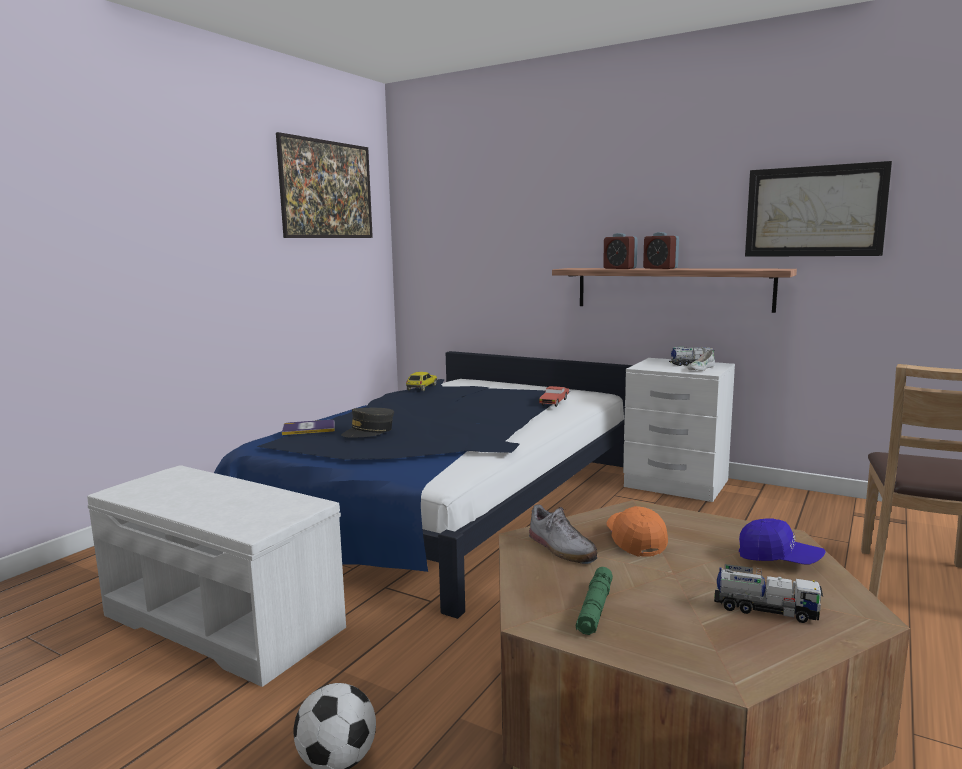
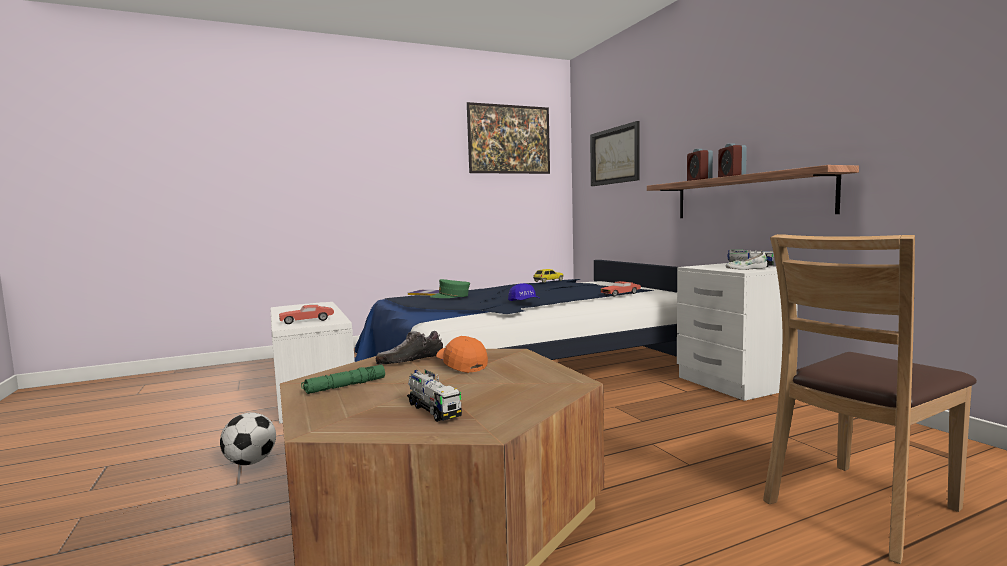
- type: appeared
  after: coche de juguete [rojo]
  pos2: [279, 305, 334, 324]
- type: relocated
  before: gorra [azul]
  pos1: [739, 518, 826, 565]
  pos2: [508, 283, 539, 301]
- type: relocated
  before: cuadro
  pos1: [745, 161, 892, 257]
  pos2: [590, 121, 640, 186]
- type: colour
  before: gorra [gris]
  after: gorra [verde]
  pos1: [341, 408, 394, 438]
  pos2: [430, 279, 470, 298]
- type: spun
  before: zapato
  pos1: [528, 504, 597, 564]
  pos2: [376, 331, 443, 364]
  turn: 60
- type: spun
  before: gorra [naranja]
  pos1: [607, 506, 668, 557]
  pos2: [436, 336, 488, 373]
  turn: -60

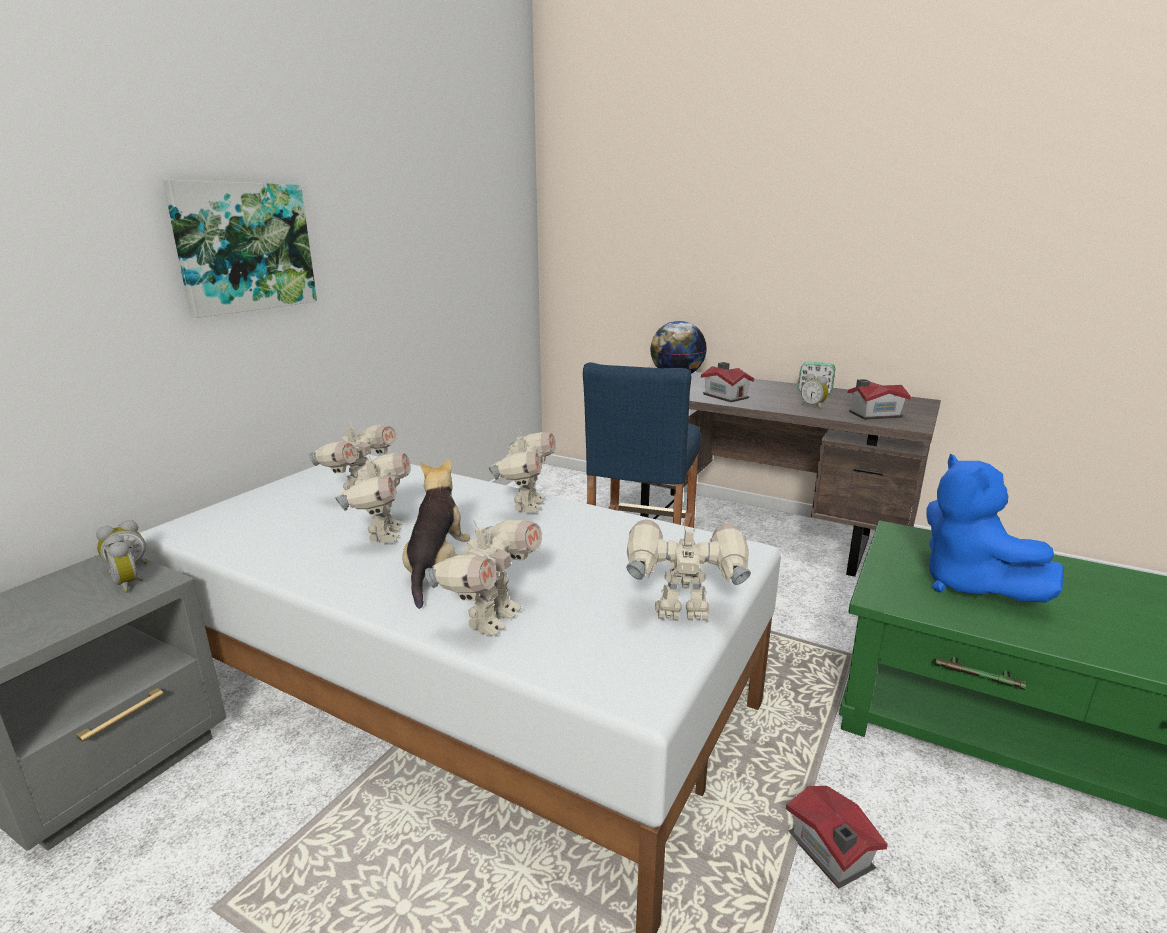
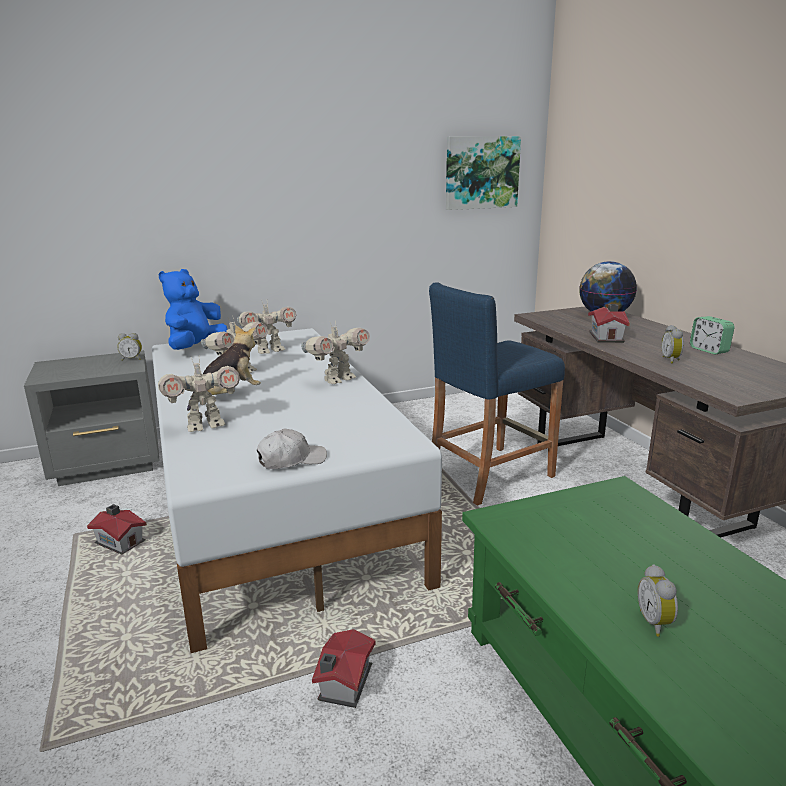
- type: relocated
  before: despertador
  pos1: [104, 535, 143, 593]
  pos2: [638, 564, 678, 637]
- type: relocated
  before: cuadro
  pos1: [163, 180, 317, 318]
  pos2: [446, 136, 521, 210]
- type: relocated
  before: casita
  pos1: [848, 379, 911, 420]
  pos2: [87, 504, 147, 555]
- type: relocated
  before: peluche [azul]
  pos1: [926, 454, 1064, 603]
  pos2: [159, 269, 228, 350]
- type: exchanged
  before: robot de juguete
  after: gorra [blanco]
  pos1: [626, 519, 751, 621]
  pos2: [257, 428, 327, 469]

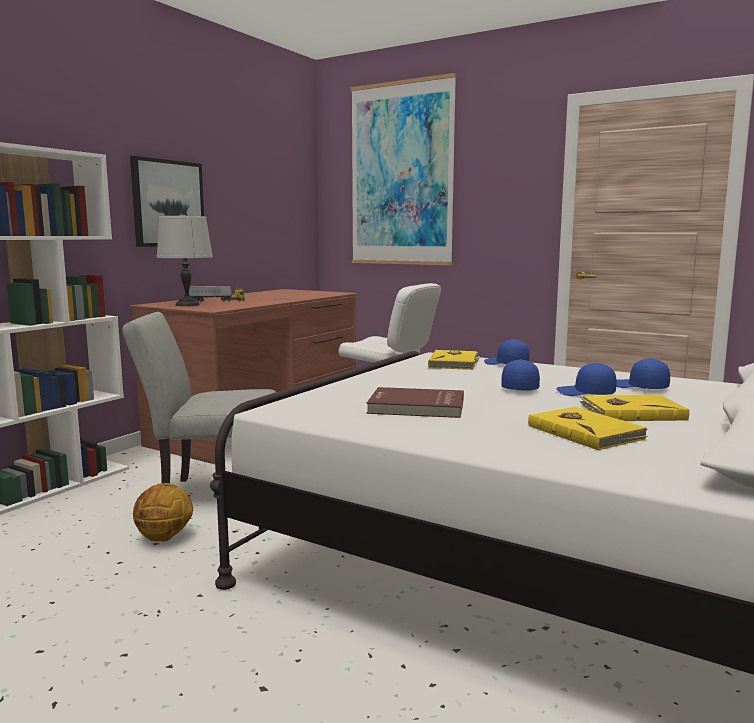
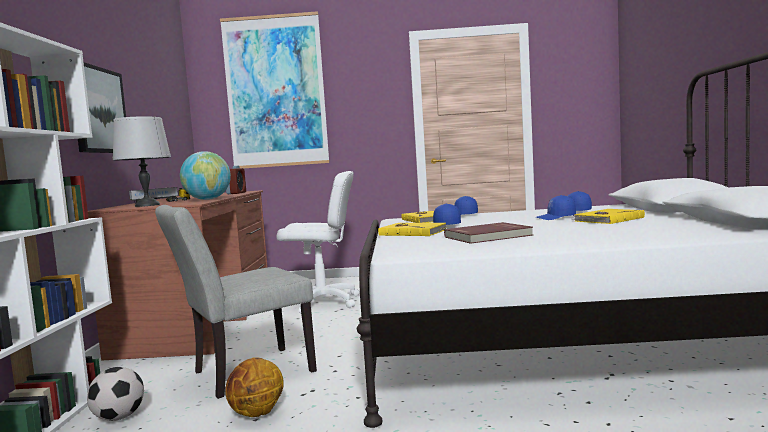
- type: appeared
  after: balón de fútbol
  pos2: [87, 367, 144, 421]
- type: appeared
  after: globo terráqueo
  pos2: [180, 151, 231, 200]
- type: appeared
  after: despertador
  pos2: [226, 166, 246, 194]
- type: relocated
  before: gorra [azul]
  pos1: [501, 359, 540, 390]
  pos2: [433, 203, 461, 225]
- type: relocated
  before: libro [amarillo]
  pos1: [528, 407, 648, 451]
  pos2: [378, 223, 446, 236]

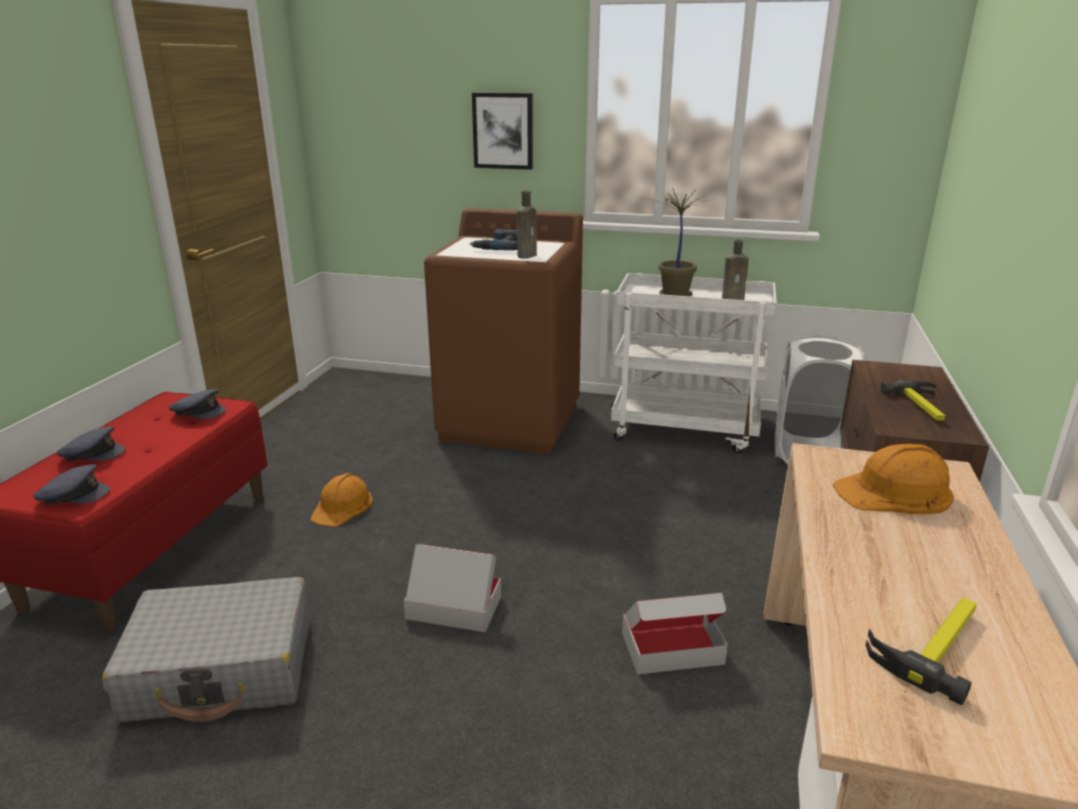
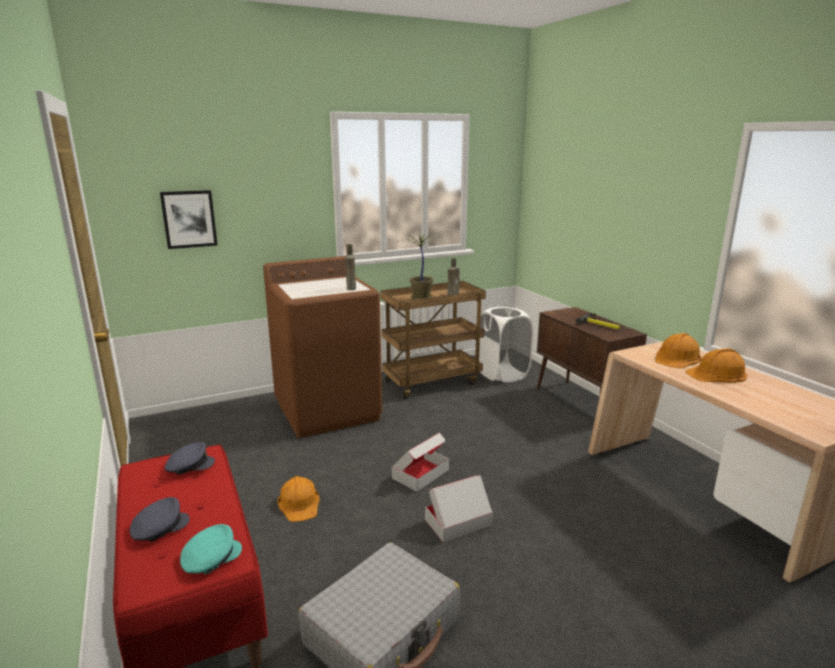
- type: missing
  before: taladro
  pos1: [469, 229, 517, 250]
- type: missing
  before: martillo
  pos1: [866, 598, 977, 705]
- type: appeared
  after: casco [naranja]
  pos2: [685, 348, 747, 383]
- type: relocated
  before: cuadro
  pos1: [472, 93, 533, 170]
  pos2: [160, 190, 218, 249]
- type: relocated
  before: caja de cartón
  pos1: [622, 593, 728, 674]
  pos2: [392, 433, 449, 491]
- type: colour
  before: gorra [gris]
  after: gorra [turquesa]
  pos1: [33, 464, 110, 505]
  pos2: [180, 524, 242, 574]
- type: colour
  before: carrito [blanco]
  after: carrito [marrón]
  pos1: [611, 273, 777, 454]
  pos2: [381, 281, 486, 400]

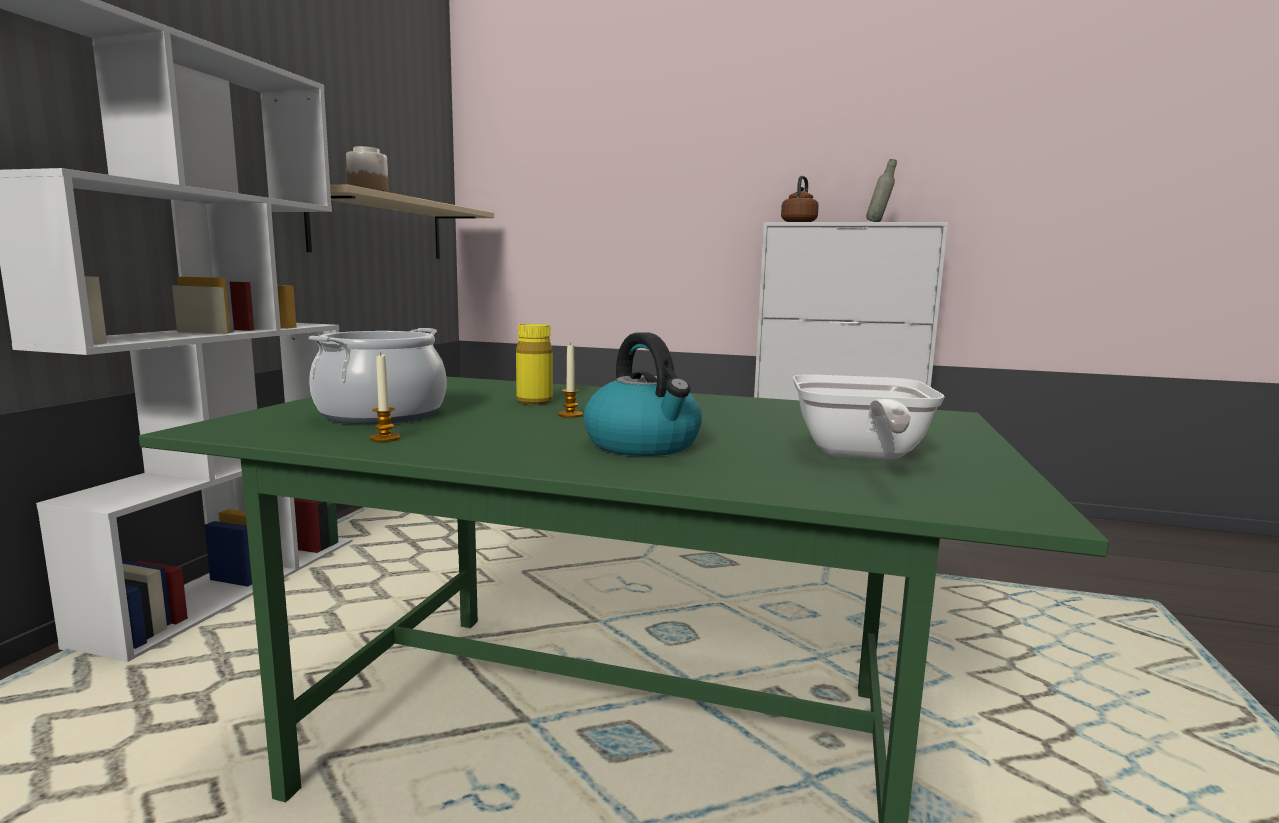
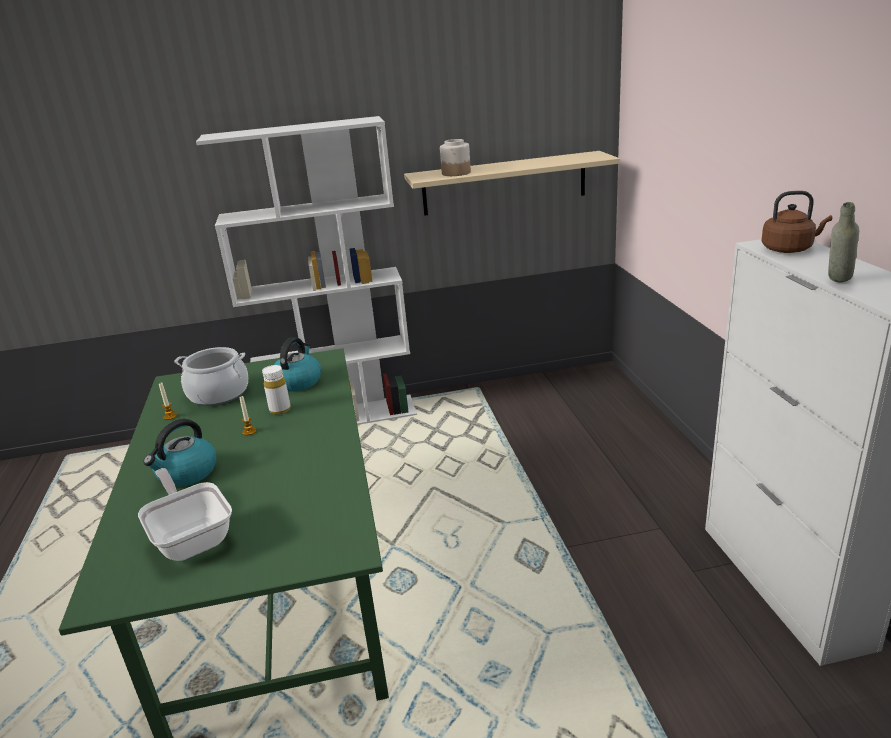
- type: appeared
  after: hervidor
  pos2: [274, 337, 321, 391]
- type: colour
  before: botella [amarillo]
  after: botella [blanco]
  pos1: [516, 324, 553, 405]
  pos2: [262, 365, 291, 415]
- type: spun
  before: sartén
  pos1: [793, 374, 945, 460]
  pos2: [138, 468, 232, 561]
  turn: 75

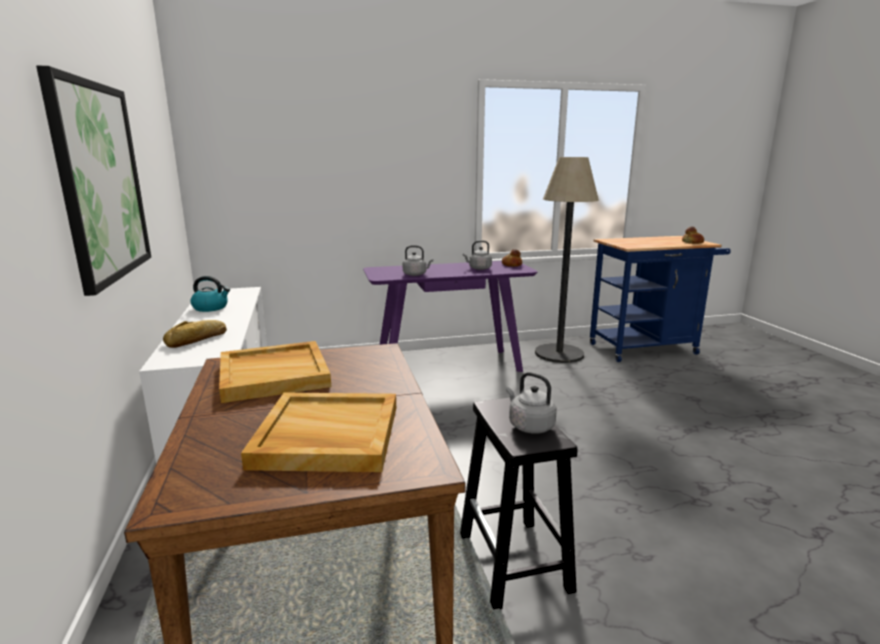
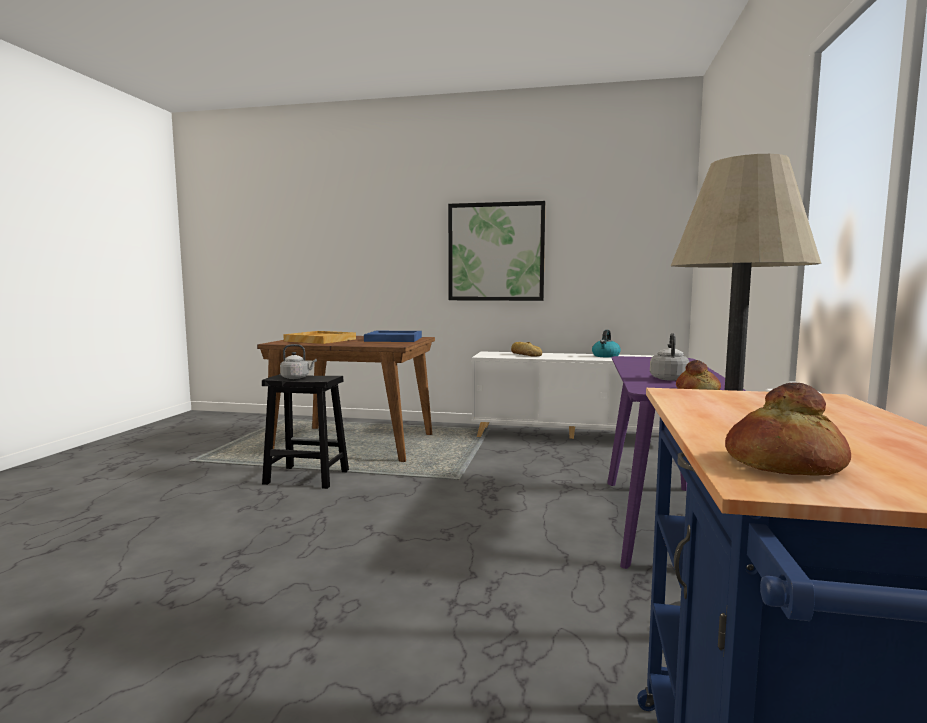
- type: missing
  before: hervidor [gris]
  pos1: [403, 245, 433, 276]
- type: colour
  before: bandeja [beis]
  after: bandeja [azul]
  pos1: [219, 341, 331, 403]
  pos2: [364, 331, 422, 342]

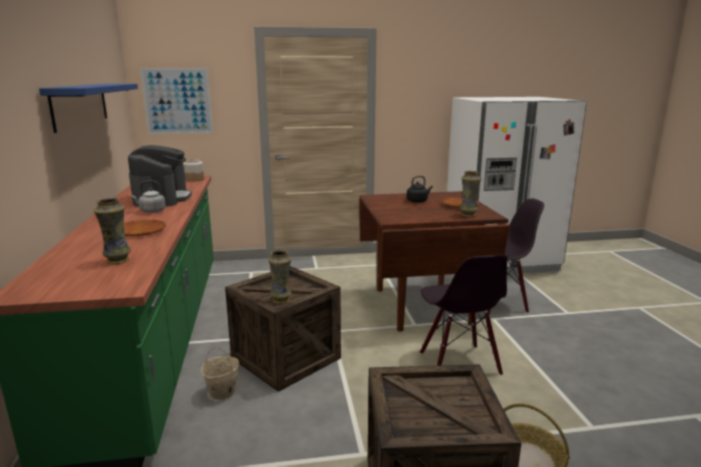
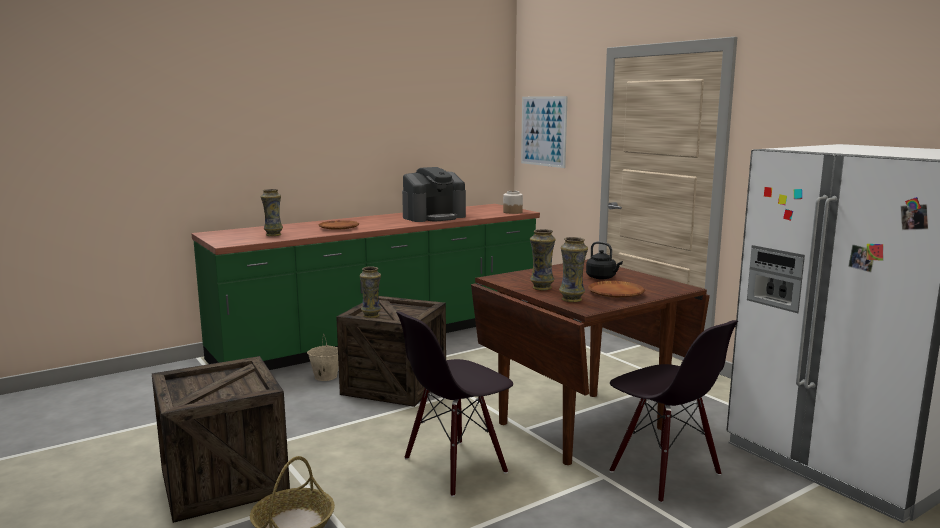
- type: missing
  before: estante [azul]
  pos1: [39, 84, 138, 133]
- type: missing
  before: hervidor [gris]
  pos1: [131, 181, 166, 213]
- type: appeared
  after: florero
  pos2: [530, 229, 556, 290]

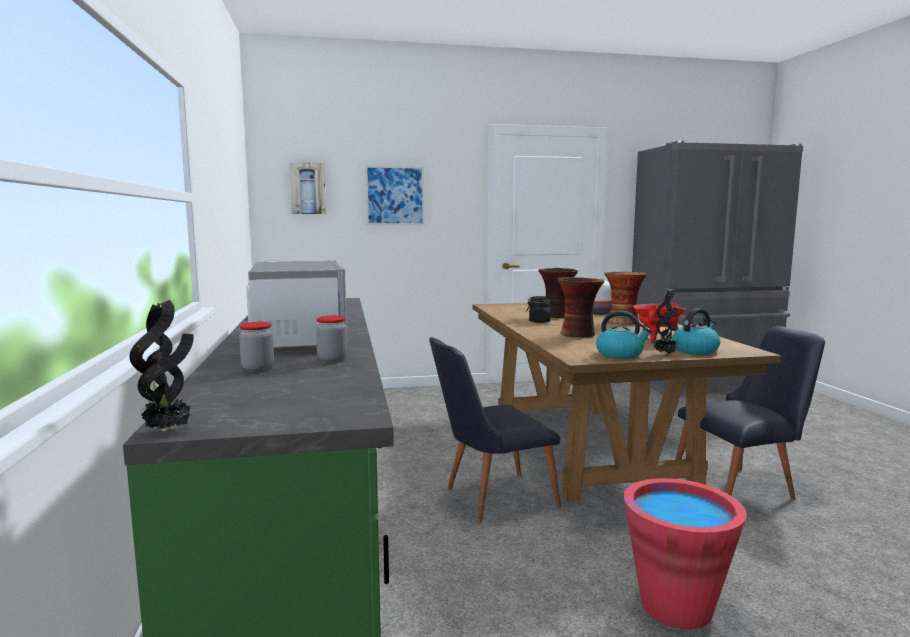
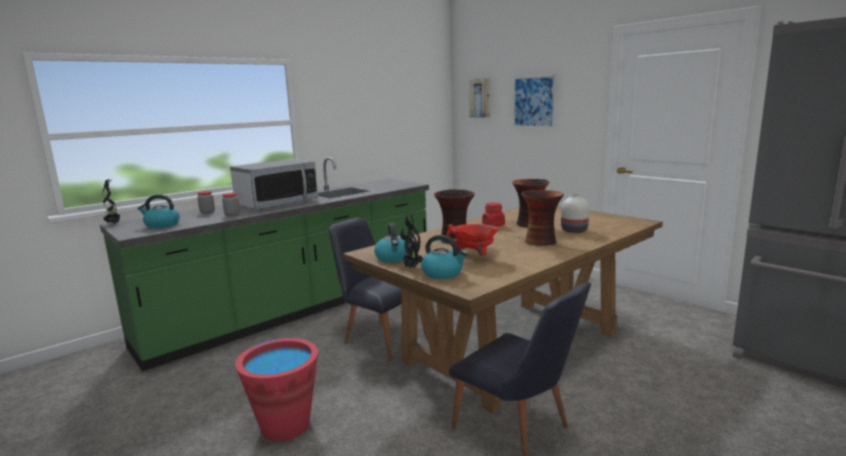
- type: appeared
  after: hervidor
  pos2: [138, 194, 180, 228]
- type: colour
  before: tarro [negro]
  after: tarro [rojo]
  pos1: [526, 296, 554, 323]
  pos2: [482, 202, 505, 227]

